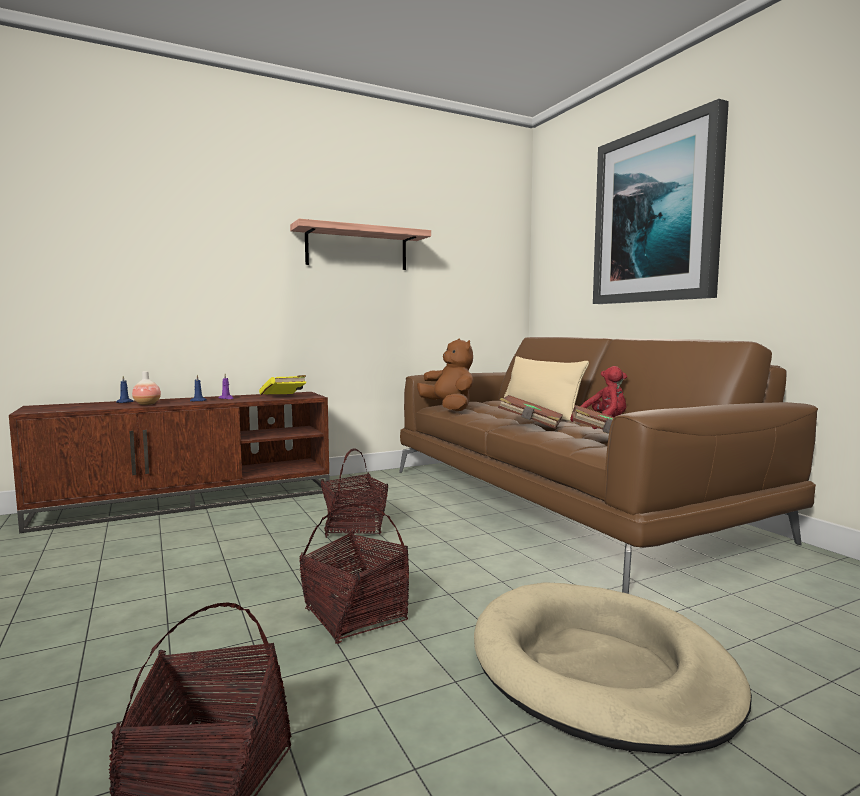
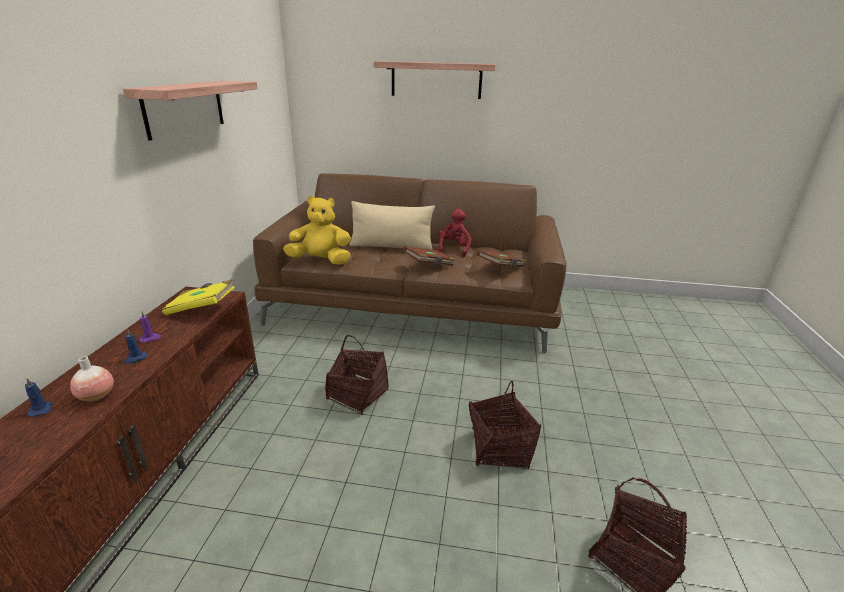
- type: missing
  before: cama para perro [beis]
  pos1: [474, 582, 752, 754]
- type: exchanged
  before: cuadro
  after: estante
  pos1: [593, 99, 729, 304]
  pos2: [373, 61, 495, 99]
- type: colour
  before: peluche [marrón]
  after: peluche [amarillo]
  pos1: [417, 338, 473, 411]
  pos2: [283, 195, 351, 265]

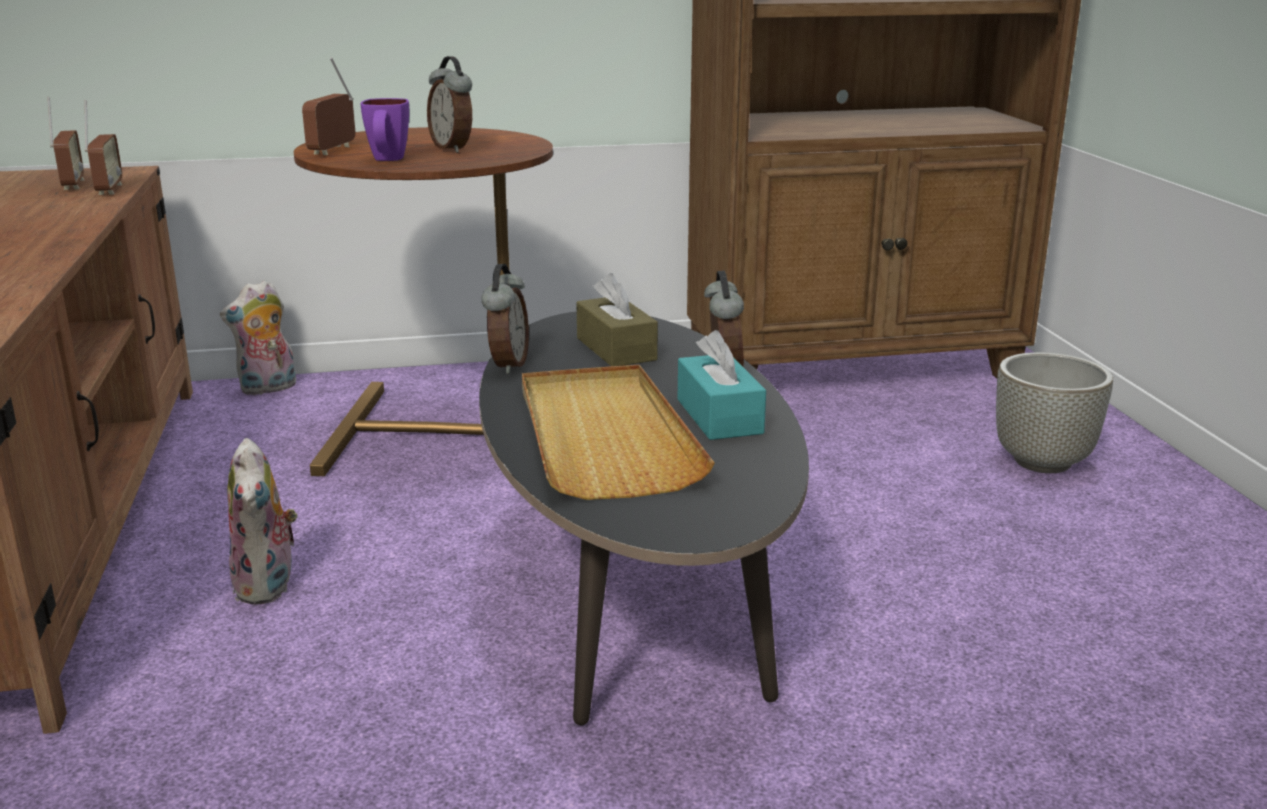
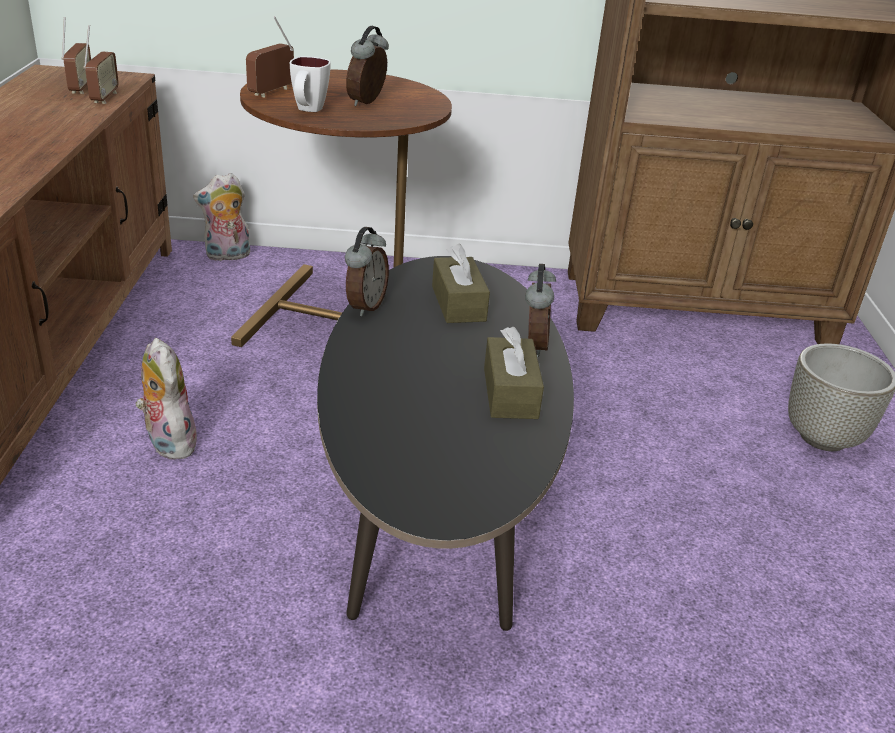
- type: missing
  before: bandeja [beis]
  pos1: [522, 365, 714, 500]
- type: colour
  before: taza grande [morado]
  after: taza grande [blanco]
  pos1: [361, 98, 409, 161]
  pos2: [290, 56, 331, 112]
- type: colour
  before: caja de pañuelos [turquesa]
  after: caja de pañuelos [marrón]
  pos1: [678, 330, 766, 440]
  pos2: [484, 326, 544, 419]
- type: spun
  before: peluche
  pos1: [227, 438, 298, 605]
  pos2: [136, 338, 197, 460]
  turn: 150
- type: spun
  before: despertador
  pos1: [427, 56, 472, 153]
  pos2: [346, 26, 389, 106]
  turn: 45

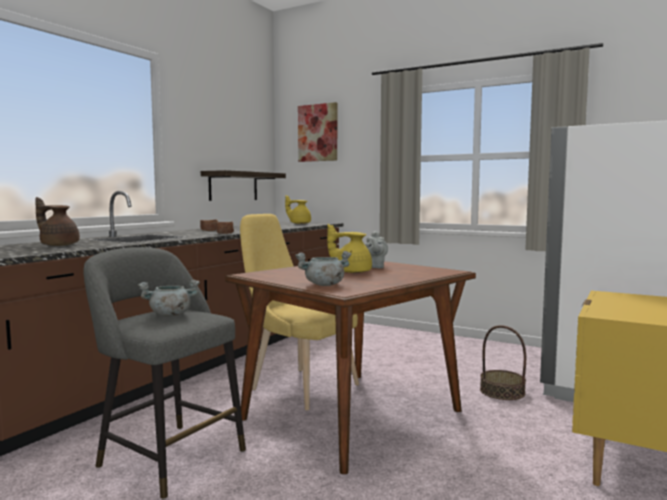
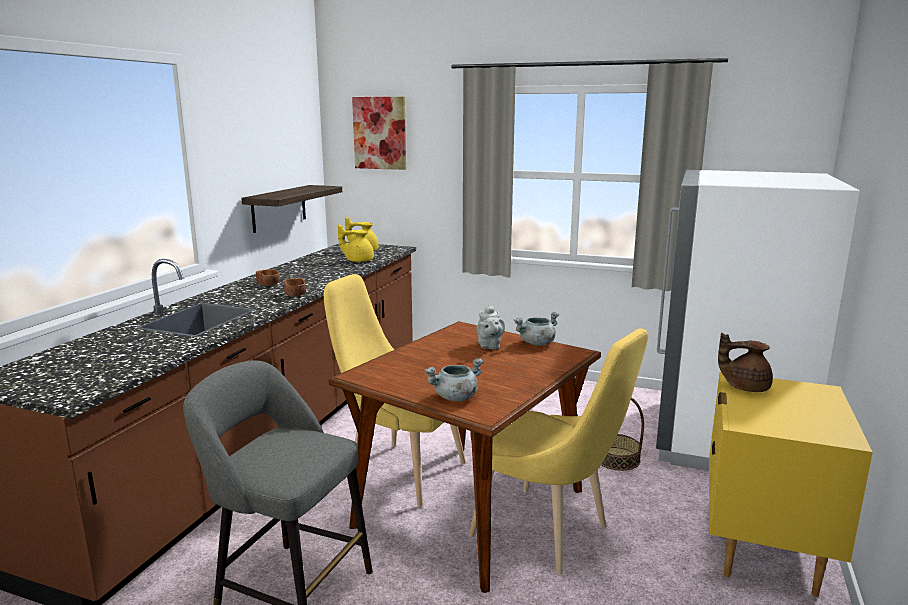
- type: appeared
  after: silla [amarillo]
  pos2: [469, 328, 648, 575]
- type: relocated
  before: tetera [marrón]
  pos1: [35, 197, 80, 246]
  pos2: [718, 332, 773, 392]
- type: relocated
  before: olla [gris]
  pos1: [138, 279, 200, 316]
  pos2: [514, 312, 560, 346]
- type: relocated
  before: tetera [amarillo]
  pos1: [327, 224, 372, 273]
  pos2: [338, 224, 374, 262]

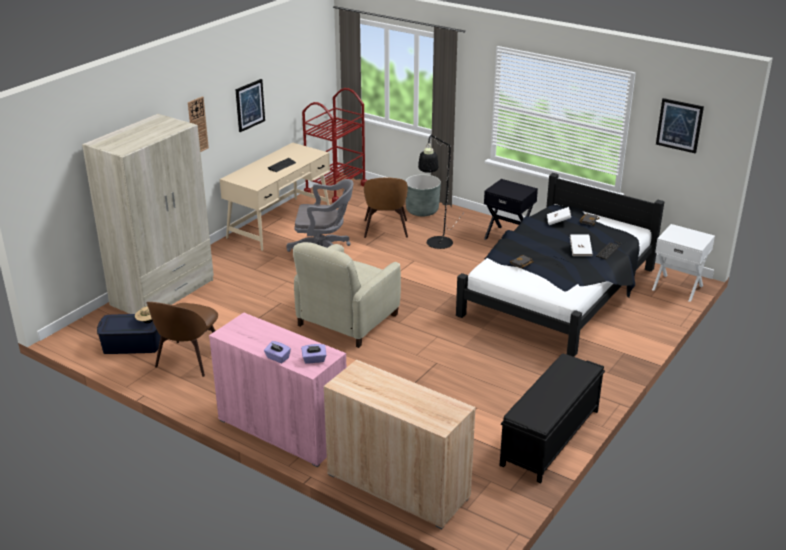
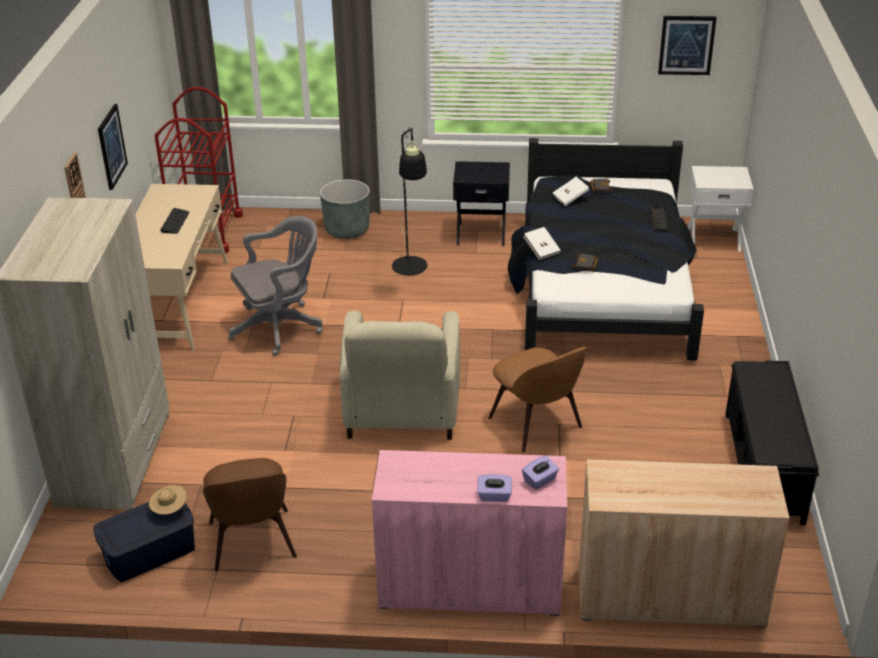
- type: relocated
  before: silla [marrón]
  pos1: [364, 178, 408, 238]
  pos2: [488, 347, 587, 452]
- type: relocated
  before: libro [blanco]
  pos1: [570, 235, 593, 256]
  pos2: [523, 227, 561, 260]

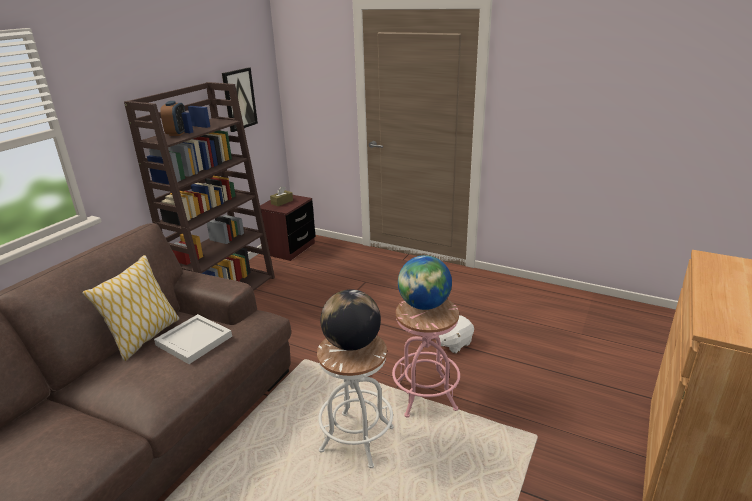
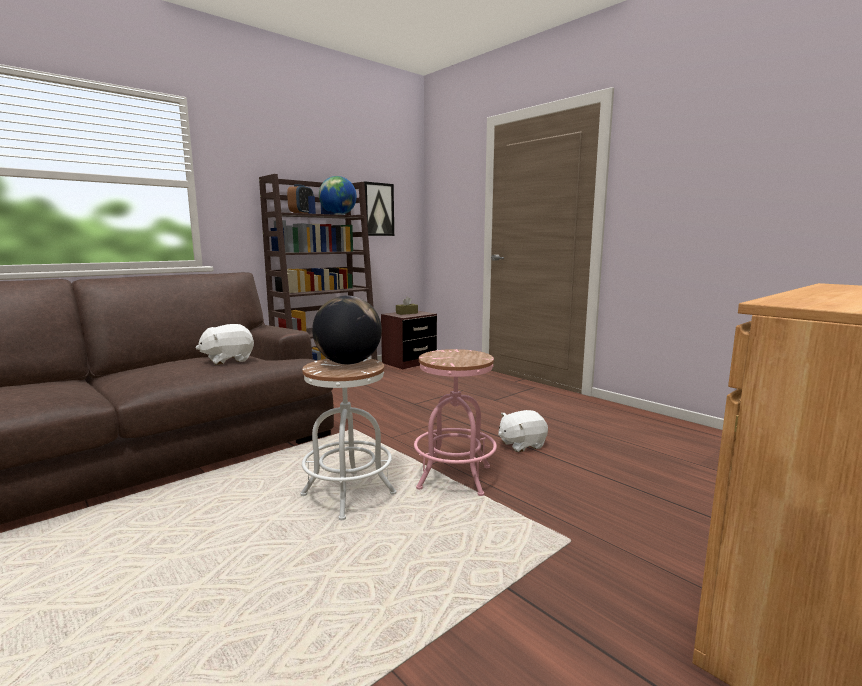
- type: missing
  before: cojín
  pos1: [82, 255, 180, 361]
- type: relocated
  before: globo terráqueo
  pos1: [398, 255, 452, 310]
  pos2: [319, 176, 357, 215]
- type: exchanged
  before: bandeja [blanco]
  after: peluche [blanco]
  pos1: [154, 314, 232, 364]
  pos2: [196, 324, 254, 365]

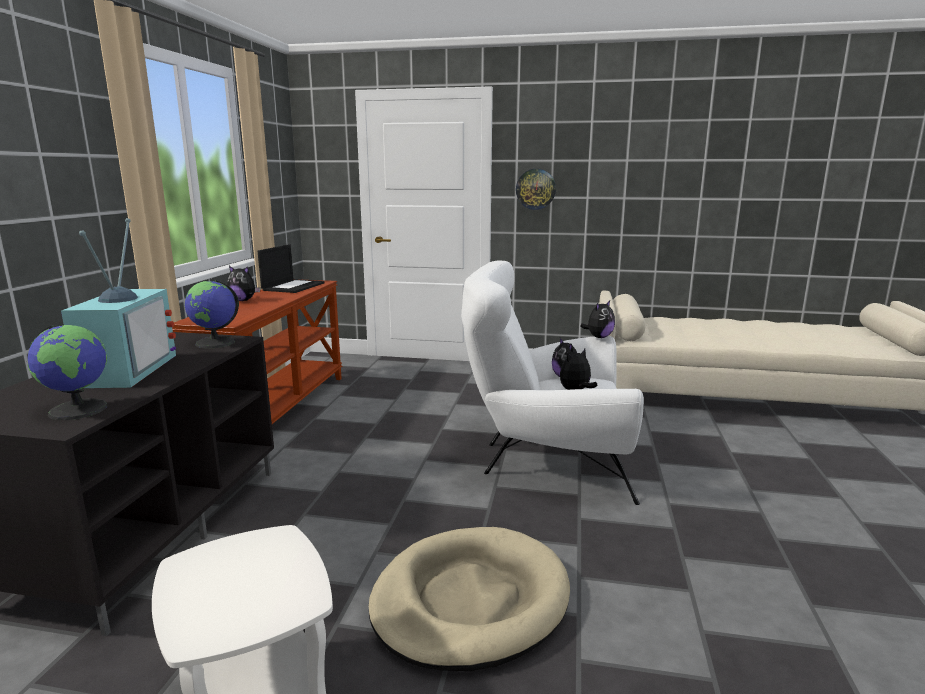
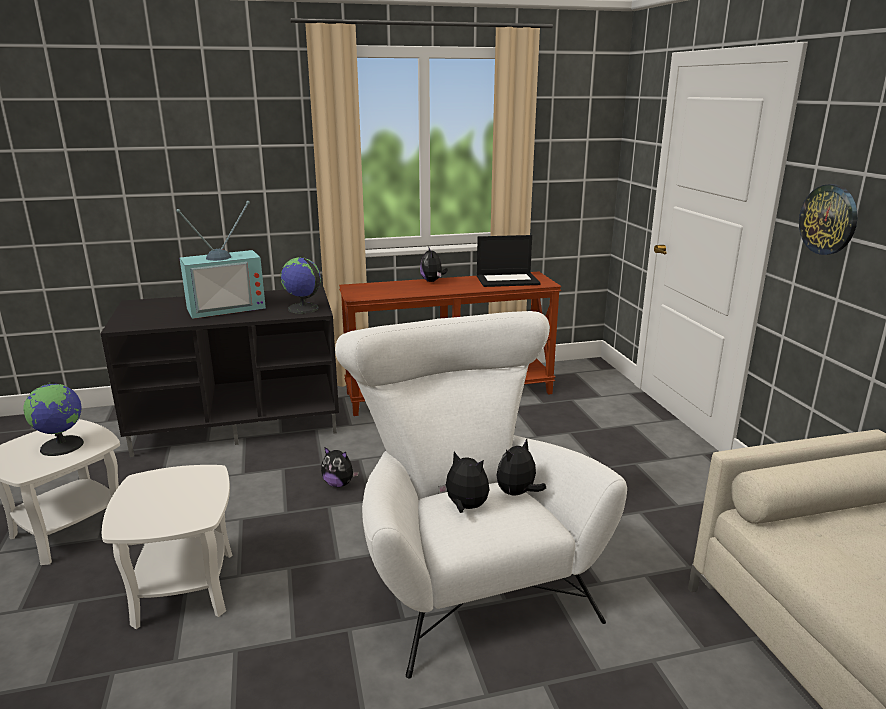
- type: relocated
  before: globo terráqueo
  pos1: [27, 325, 108, 420]
  pos2: [23, 382, 84, 456]
- type: relocated
  before: peluche
  pos1: [581, 300, 615, 338]
  pos2: [321, 447, 359, 487]
- type: exchanged
  before: cama para perro [beis]
  after: mesa auxiliar [blanco]
  pos1: [369, 527, 570, 671]
  pos2: [102, 465, 233, 629]

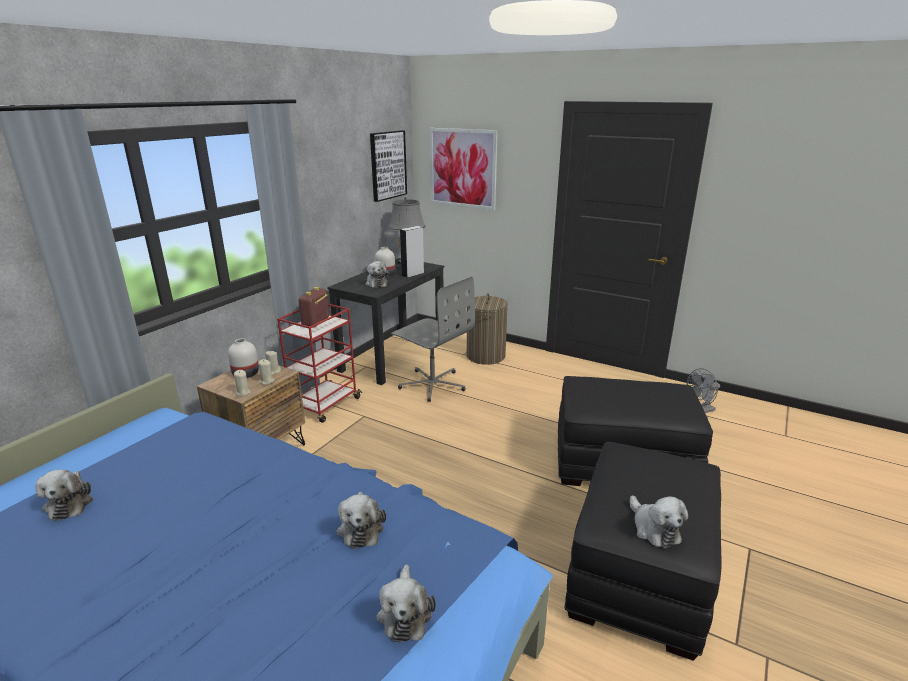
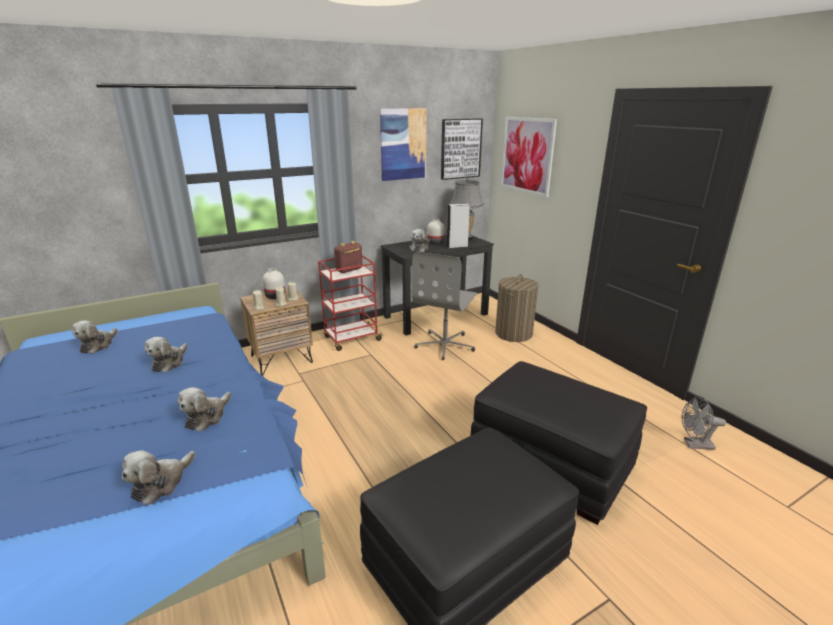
- type: appeared
  after: cuadro
  pos2: [380, 108, 426, 181]
- type: relocated
  before: peluche
  pos1: [630, 495, 688, 548]
  pos2: [145, 337, 187, 372]
- type: spun
  before: silla de oficina [gris]
  pos1: [391, 276, 475, 402]
  pos2: [412, 252, 477, 360]
  turn: 45

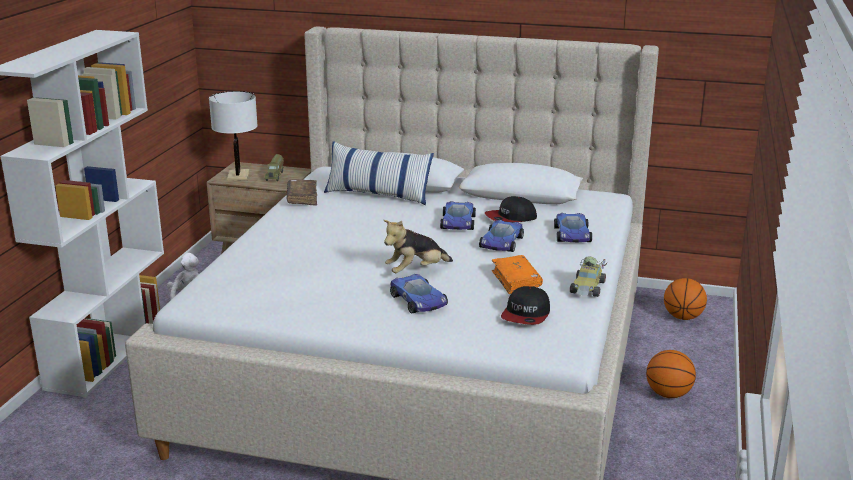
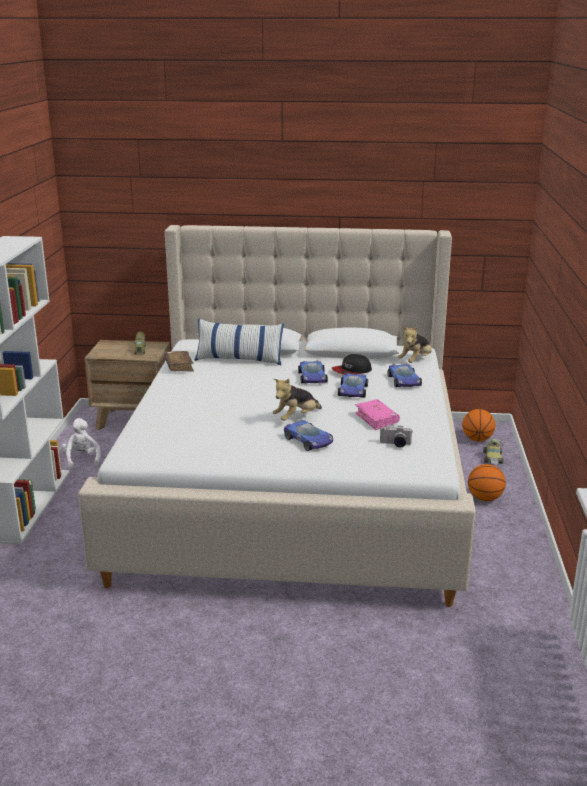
- type: missing
  before: lámpara de mesa [blanco]
  pos1: [209, 91, 258, 181]
- type: appeared
  after: peluche
  pos2: [398, 326, 431, 363]
- type: relocated
  before: coche de juguete
  pos1: [570, 256, 607, 297]
  pos2: [483, 439, 505, 464]
- type: exchanged
  before: gorra
  after: cámara
  pos1: [501, 286, 550, 325]
  pos2: [380, 426, 413, 448]
- type: colour
  before: libro [naranja]
  after: libro [rosa]
  pos1: [492, 255, 543, 294]
  pos2: [355, 399, 400, 430]

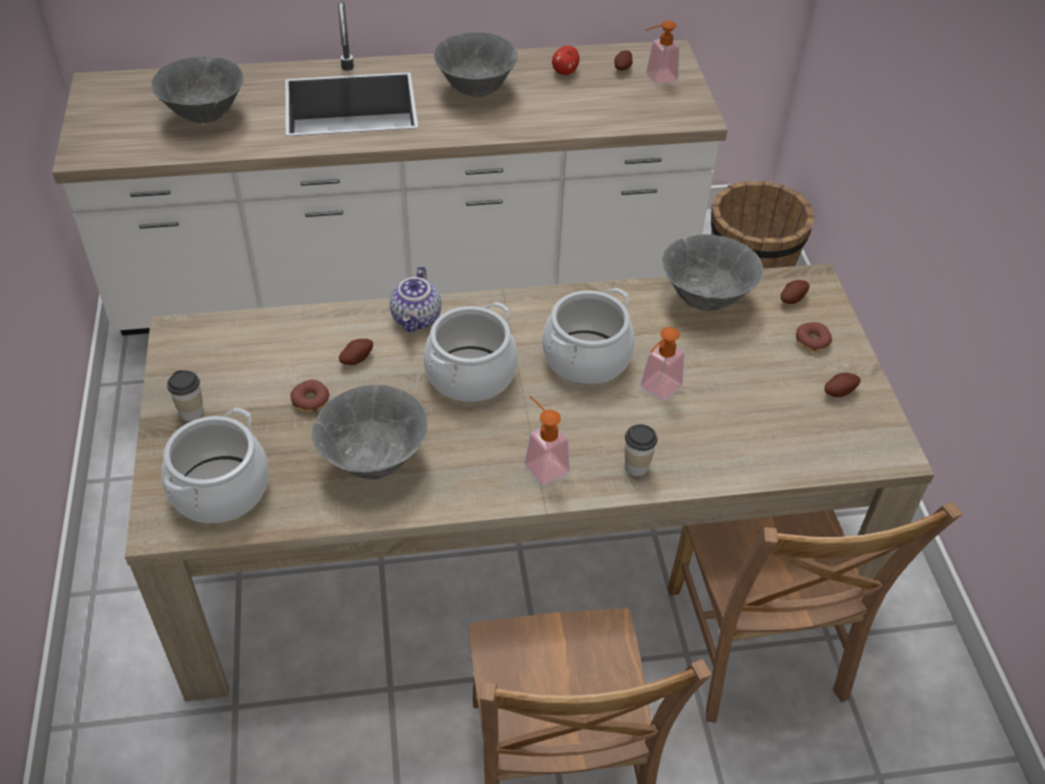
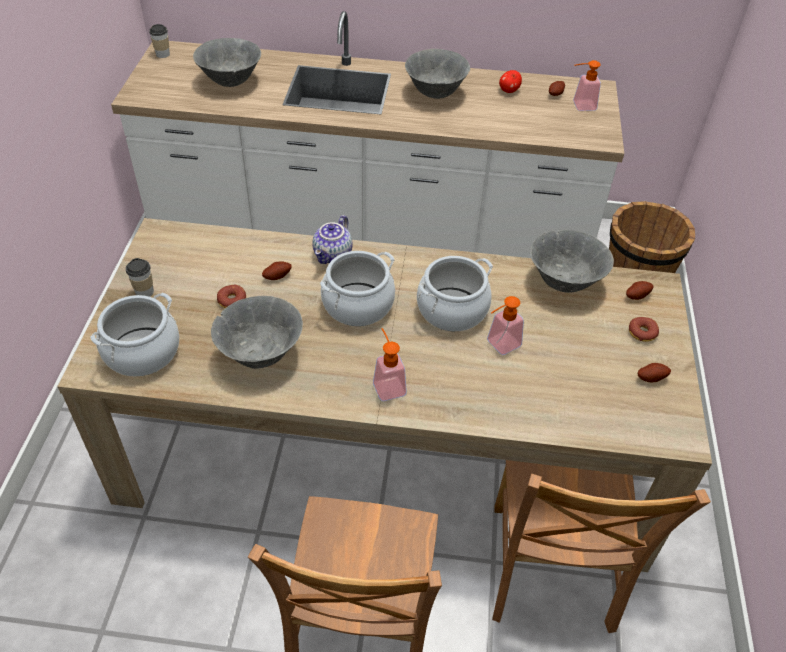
- type: relocated
  before: taza
  pos1: [625, 424, 658, 476]
  pos2: [149, 24, 170, 58]

